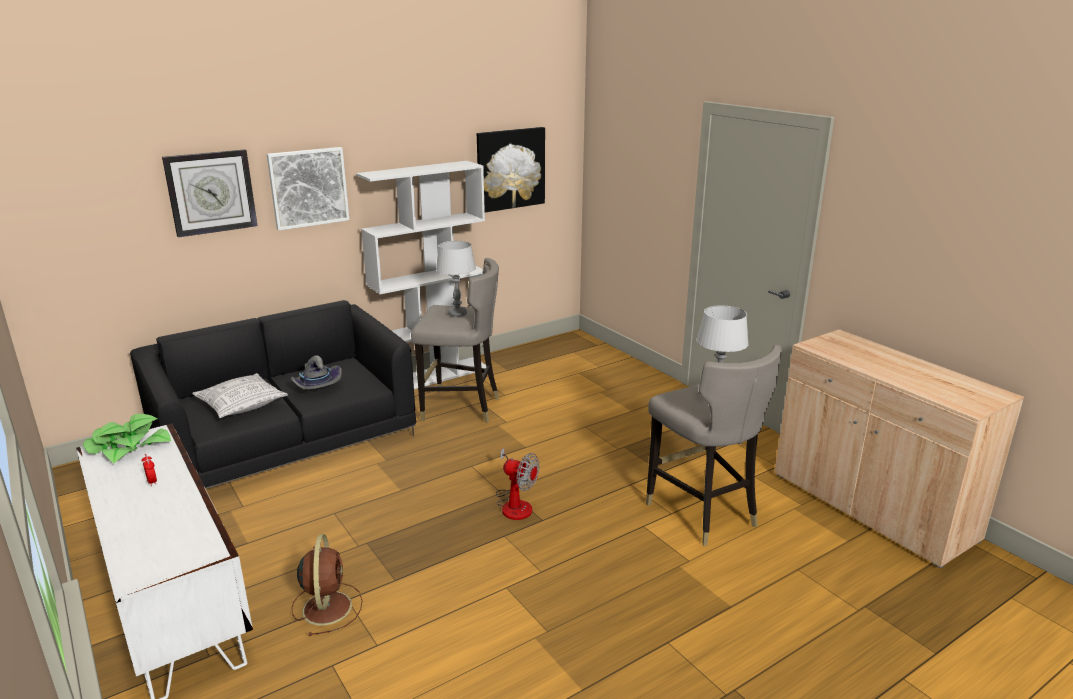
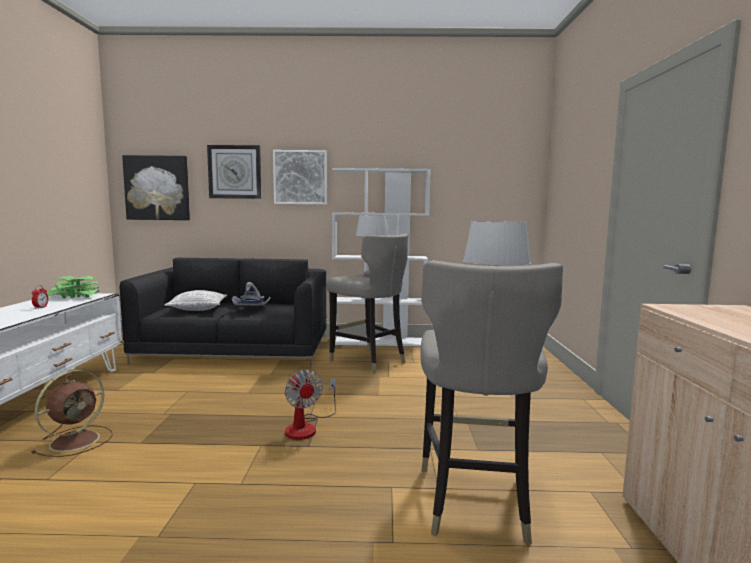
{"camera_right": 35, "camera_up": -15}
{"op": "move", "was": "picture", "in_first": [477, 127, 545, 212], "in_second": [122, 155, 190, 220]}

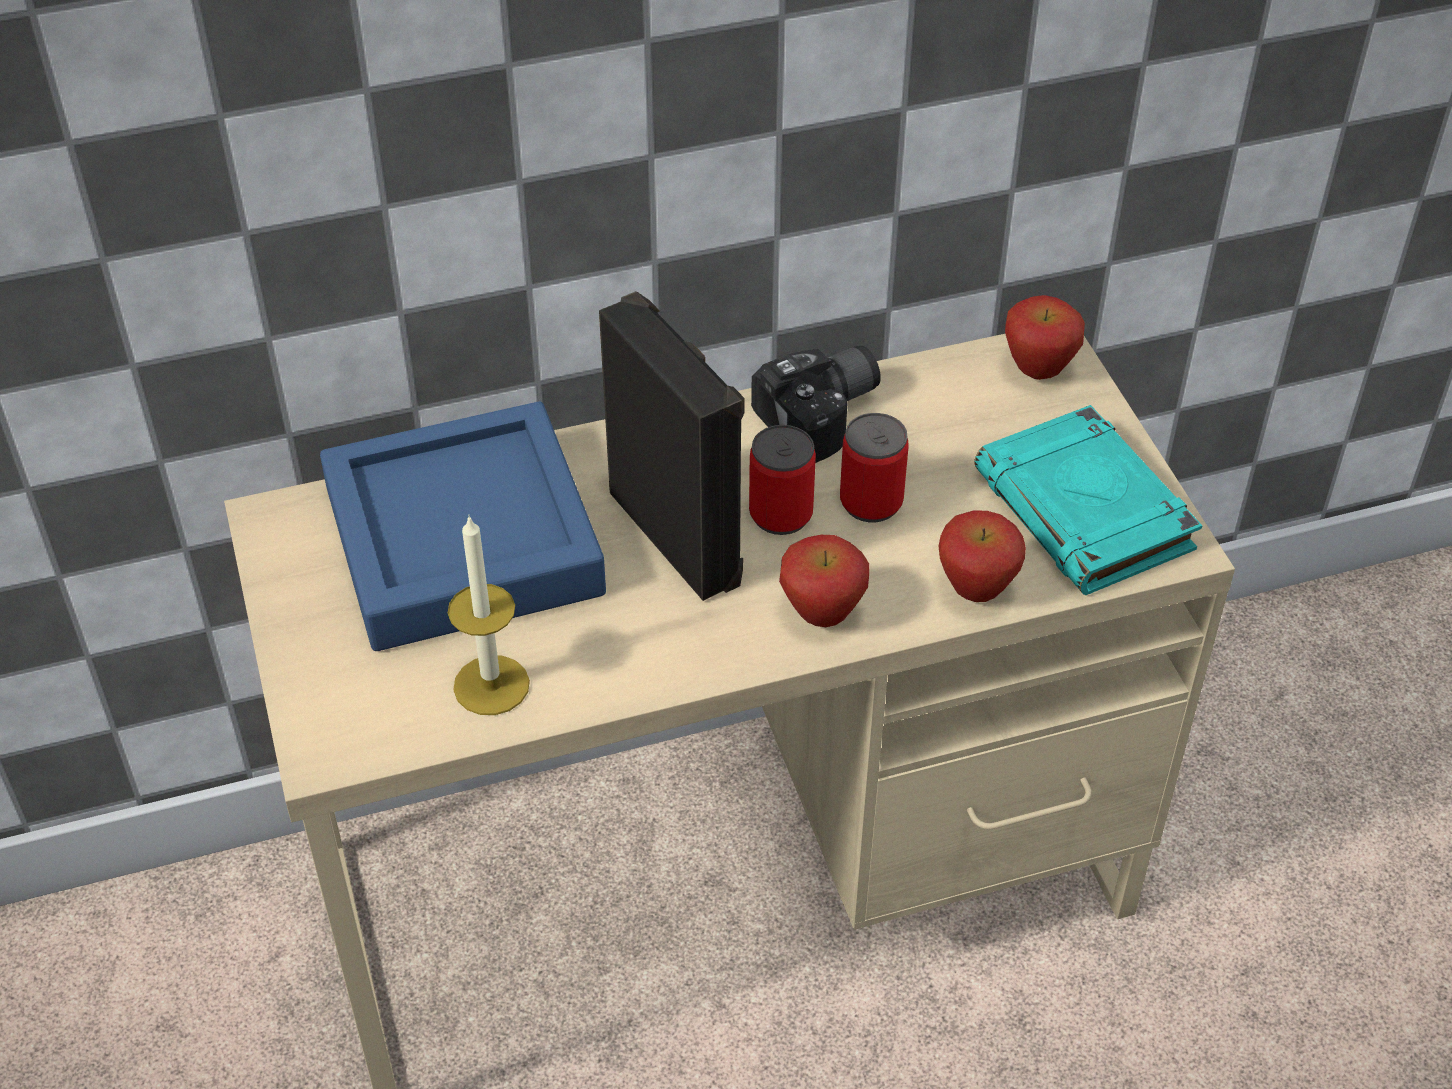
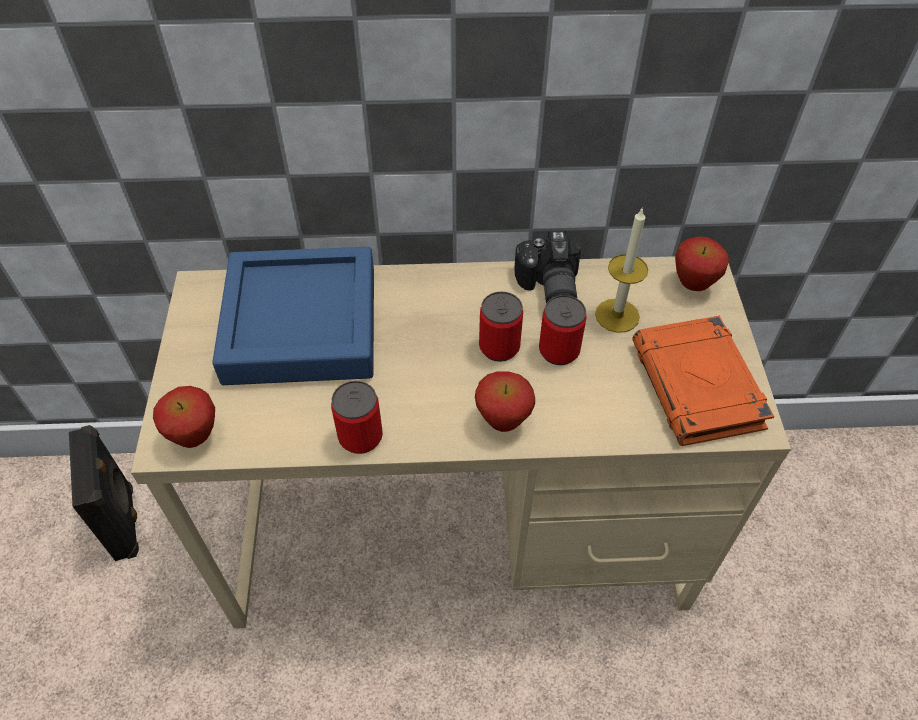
{"camera_right": 15, "camera_up": 5}
{"op": "insert", "now": "can", "in_second": [331, 381, 383, 454]}
{"op": "move", "was": "candle", "in_first": [448, 516, 530, 715], "in_second": [595, 207, 648, 333]}
{"op": "move", "was": "black speaker", "in_first": [599, 291, 745, 601], "in_second": [69, 425, 139, 561]}
{"op": "move", "was": "apple", "in_first": [938, 510, 1026, 602], "in_second": [153, 386, 215, 448]}
{"op": "recolor", "was": "turquoise book", "now": "orange book", "in_first": [974, 405, 1202, 595], "in_second": [632, 316, 774, 446]}
{"op": "rotate", "was": "photo camera", "in_first": [751, 346, 881, 463], "in_second": [514, 231, 581, 303], "clockwise": 105}

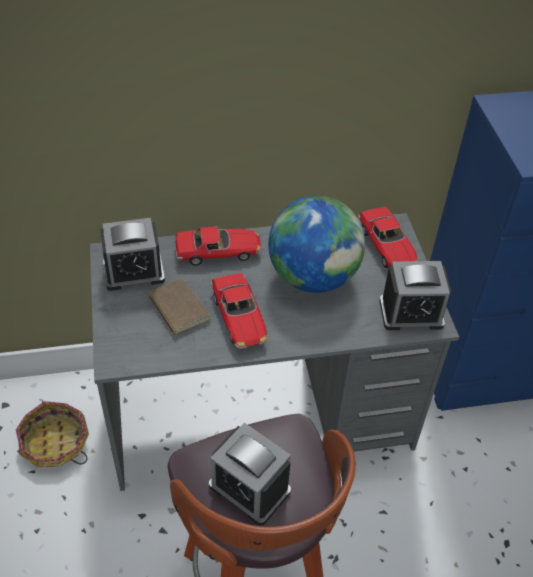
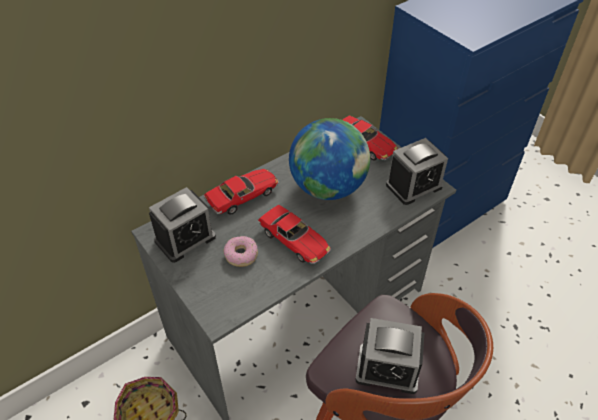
{"camera_right": -25, "camera_up": 0}
{"op": "replace", "was": "brown book", "now": "donut", "in_first": [148, 278, 211, 338], "in_second": [224, 236, 258, 267]}

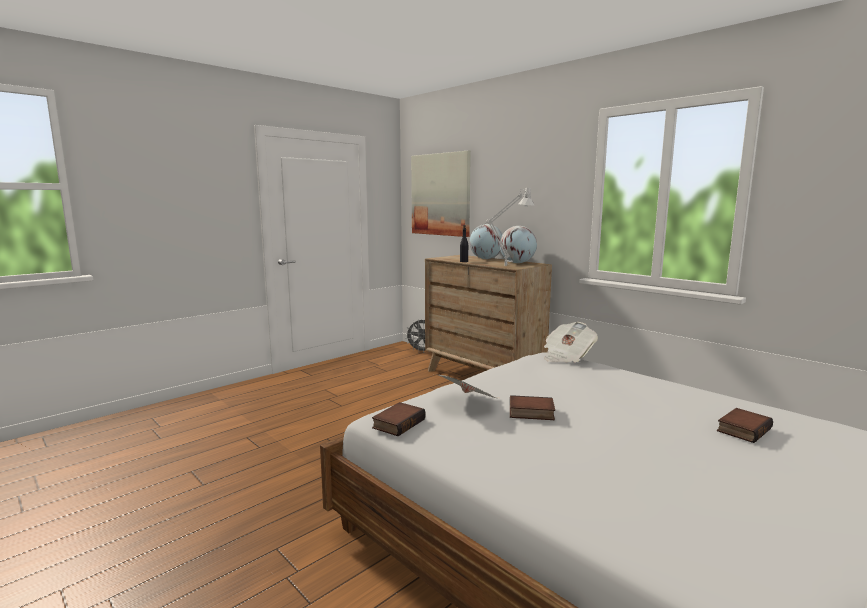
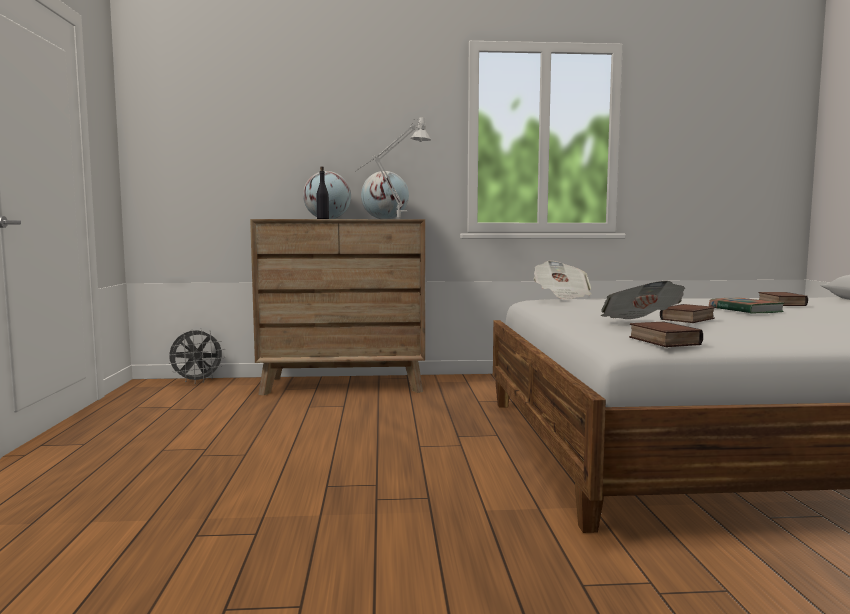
{"camera_right": -50, "camera_up": -5}
{"op": "delete", "was": "picture", "in_first": [411, 151, 471, 237]}
{"op": "insert", "now": "book", "in_second": [709, 298, 785, 314]}

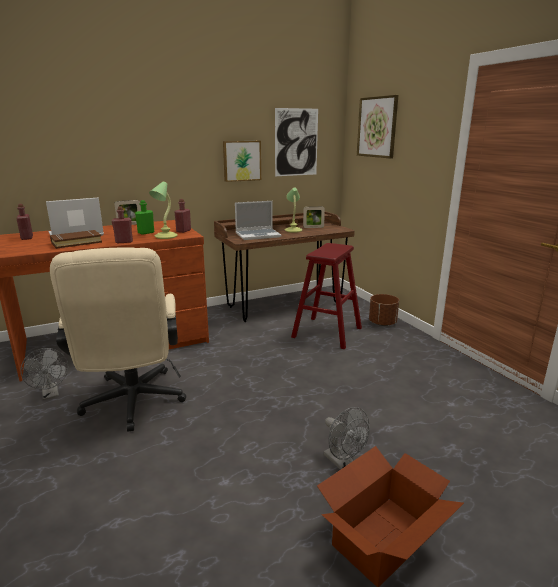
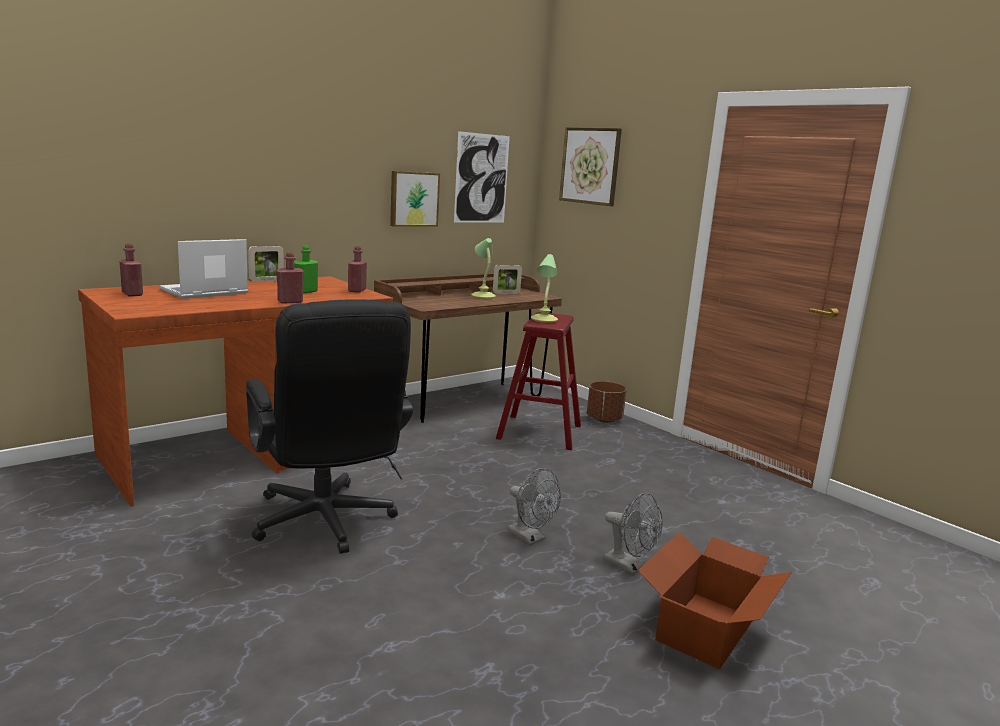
{"camera_right": -15, "camera_up": -5}
{"op": "delete", "was": "brown book", "in_first": [50, 230, 102, 249]}
{"op": "delete", "was": "laptop", "in_first": [235, 201, 282, 240]}
{"op": "move", "was": "grey fan", "in_first": [20, 348, 69, 400], "in_second": [507, 468, 561, 545]}
{"op": "move", "was": "table lamp", "in_first": [149, 182, 178, 239], "in_second": [531, 254, 558, 323]}
{"op": "recolor", "was": "beige office chair", "now": "black office chair", "in_first": [50, 247, 186, 432], "in_second": [246, 299, 413, 554]}

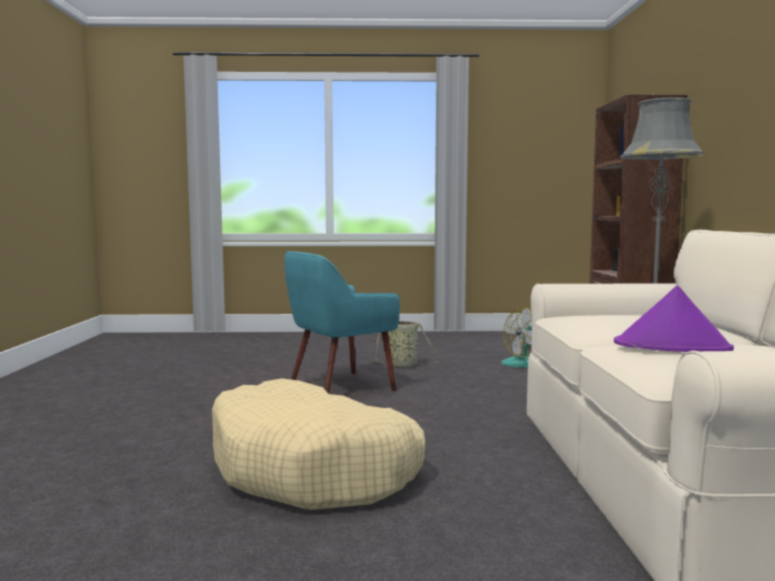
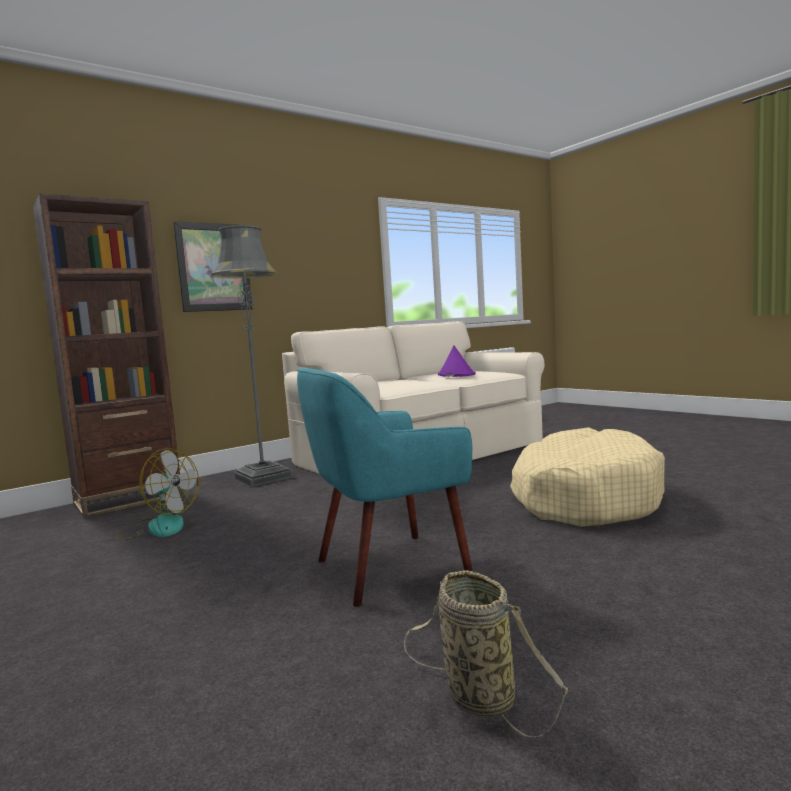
{"camera_right": -125, "camera_up": 0}
{"op": "insert", "now": "picture", "in_second": [173, 221, 253, 312]}
{"op": "move", "was": "basket", "in_first": [373, 321, 447, 367], "in_second": [404, 570, 568, 738]}
{"op": "rotate", "was": "turquoise armchair", "in_first": [284, 251, 400, 394], "in_second": [297, 368, 473, 607], "clockwise": 135}

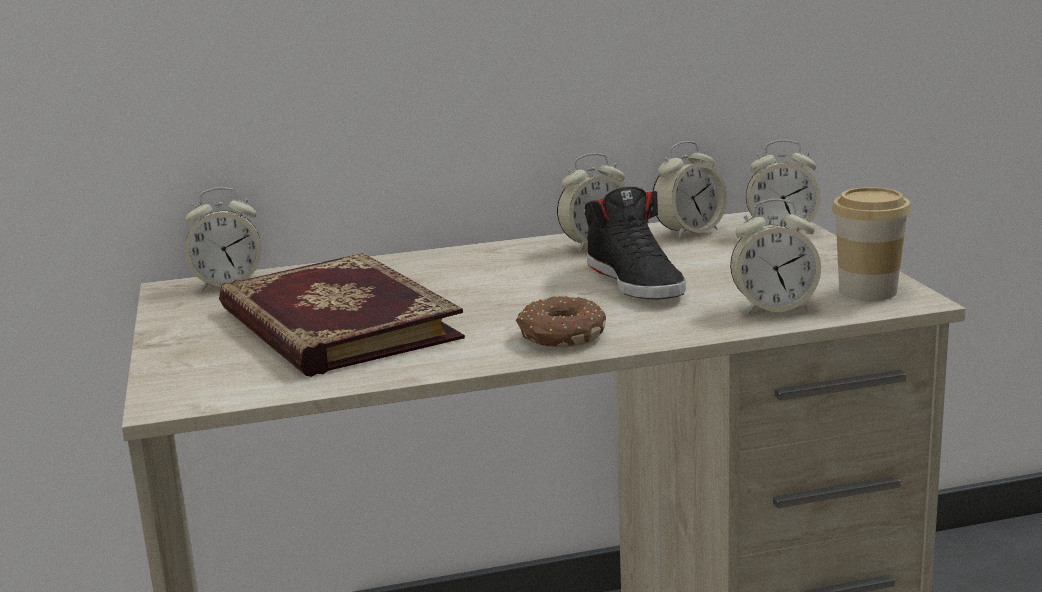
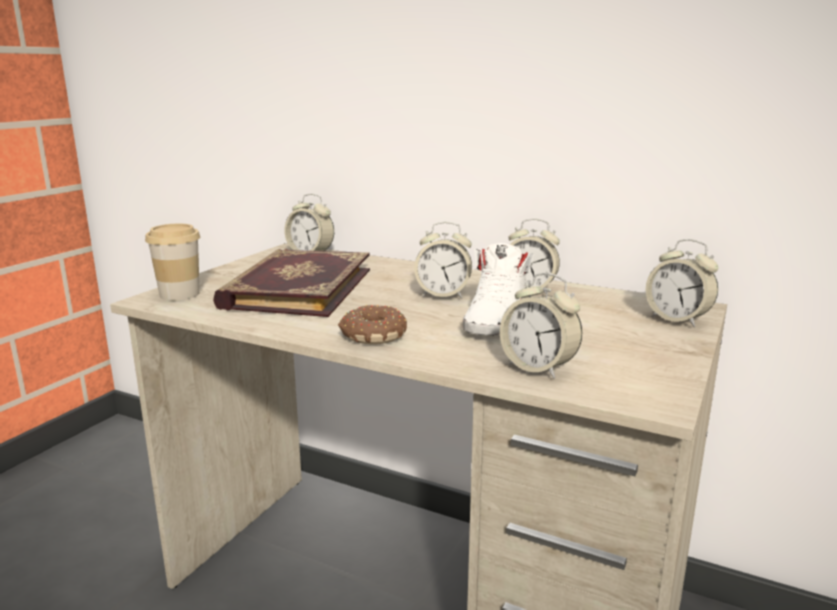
{"camera_right": 40, "camera_up": 0}
{"op": "move", "was": "alarm clock", "in_first": [652, 141, 727, 239], "in_second": [414, 222, 472, 298]}
{"op": "move", "was": "cup", "in_first": [832, 187, 911, 301], "in_second": [145, 224, 200, 301]}
{"op": "recolor", "was": "black shoe", "now": "white shoe", "in_first": [585, 187, 686, 299], "in_second": [463, 243, 534, 336]}

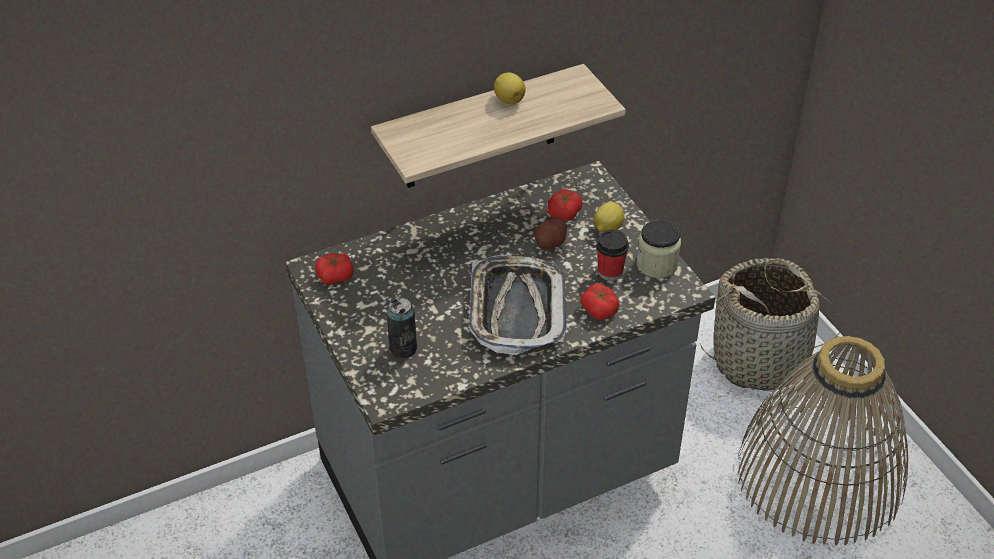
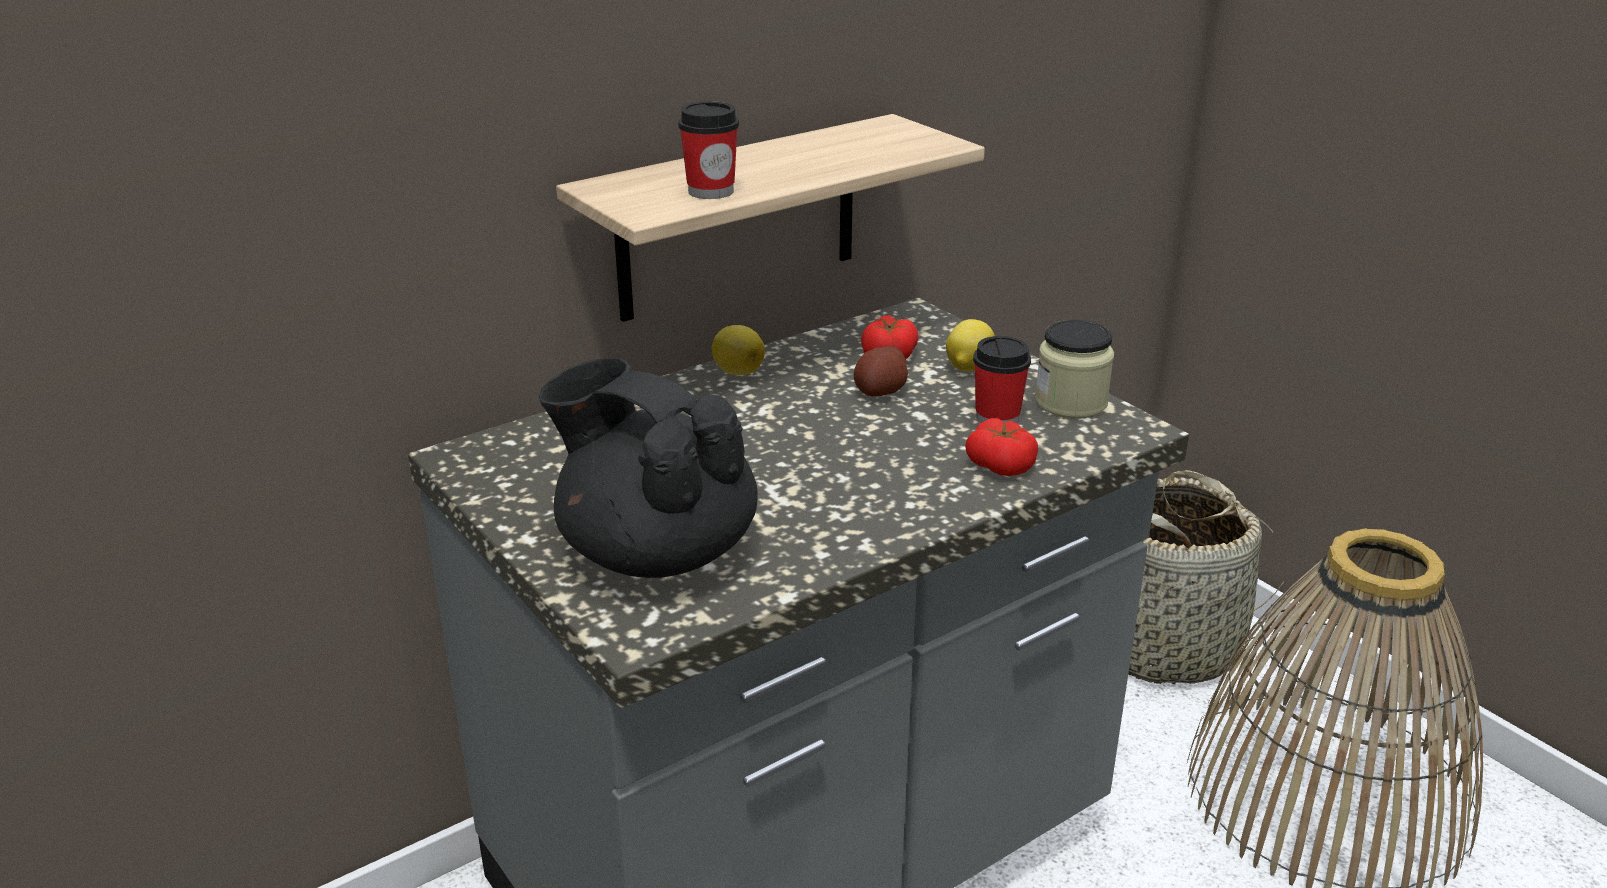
{"camera_right": -10, "camera_up": -15}
{"op": "delete", "was": "tomato", "in_first": [315, 253, 354, 284]}
{"op": "delete", "was": "tray", "in_first": [469, 255, 567, 355]}
{"op": "insert", "now": "cup", "in_second": [678, 101, 739, 199]}
{"op": "move", "was": "lemon", "in_first": [494, 72, 526, 104], "in_second": [712, 325, 765, 376]}
{"op": "replace", "was": "can", "now": "black teapot", "in_first": [386, 298, 417, 358], "in_second": [539, 358, 758, 578]}

